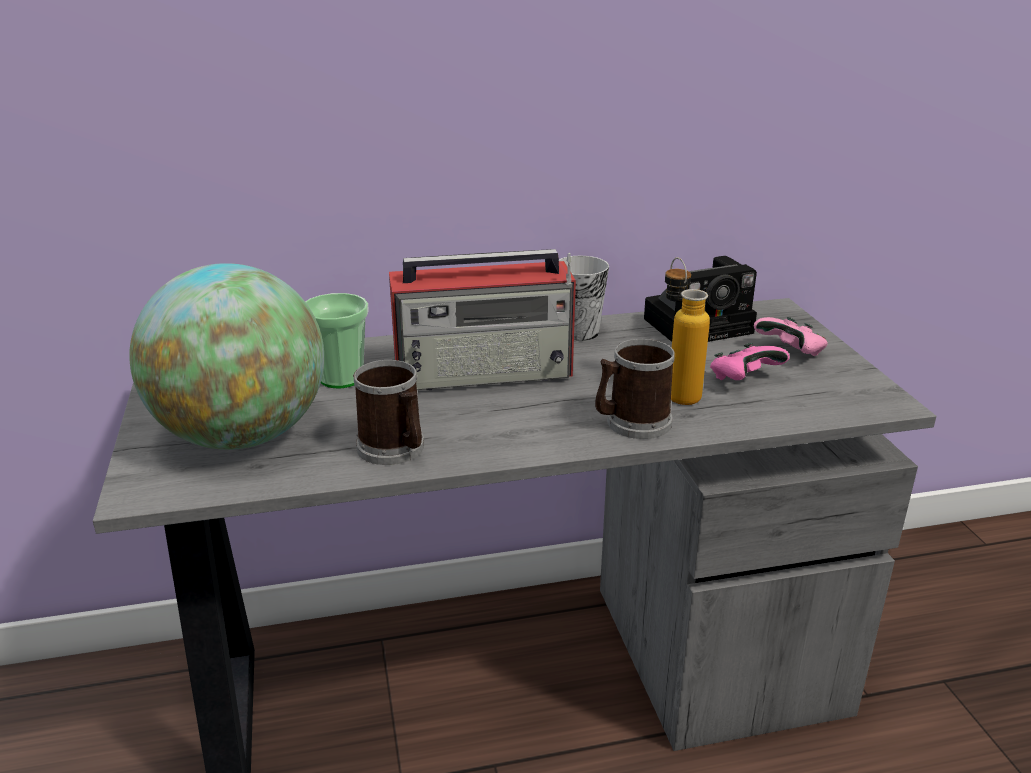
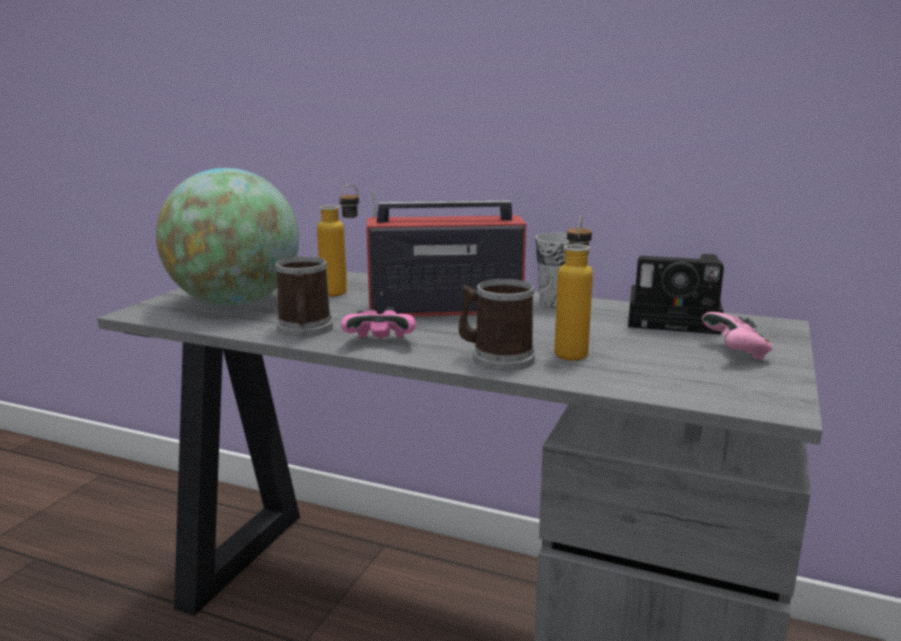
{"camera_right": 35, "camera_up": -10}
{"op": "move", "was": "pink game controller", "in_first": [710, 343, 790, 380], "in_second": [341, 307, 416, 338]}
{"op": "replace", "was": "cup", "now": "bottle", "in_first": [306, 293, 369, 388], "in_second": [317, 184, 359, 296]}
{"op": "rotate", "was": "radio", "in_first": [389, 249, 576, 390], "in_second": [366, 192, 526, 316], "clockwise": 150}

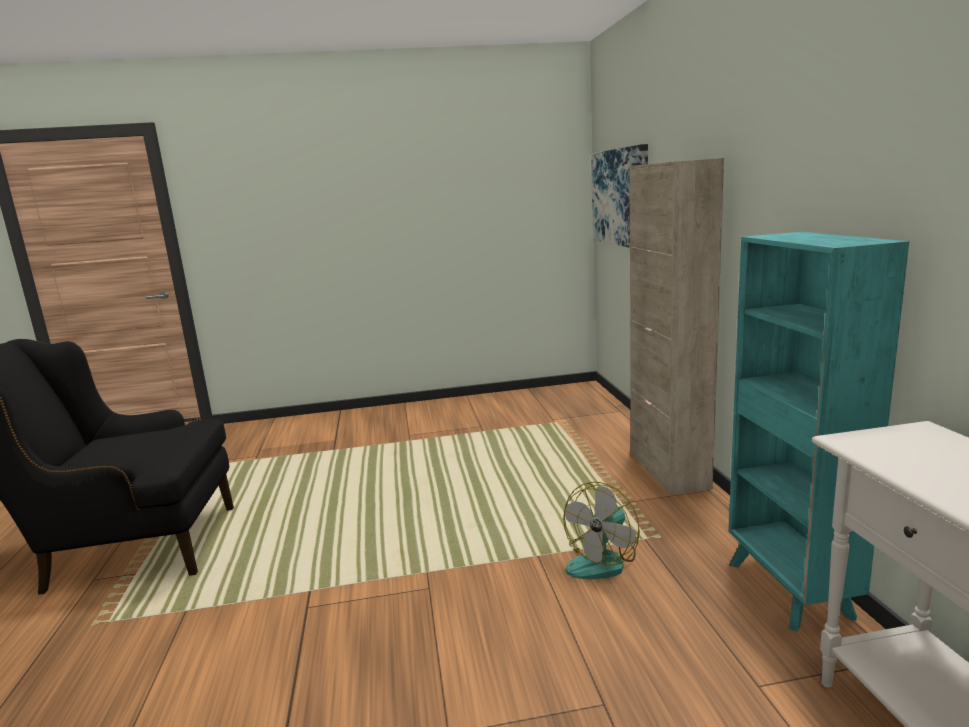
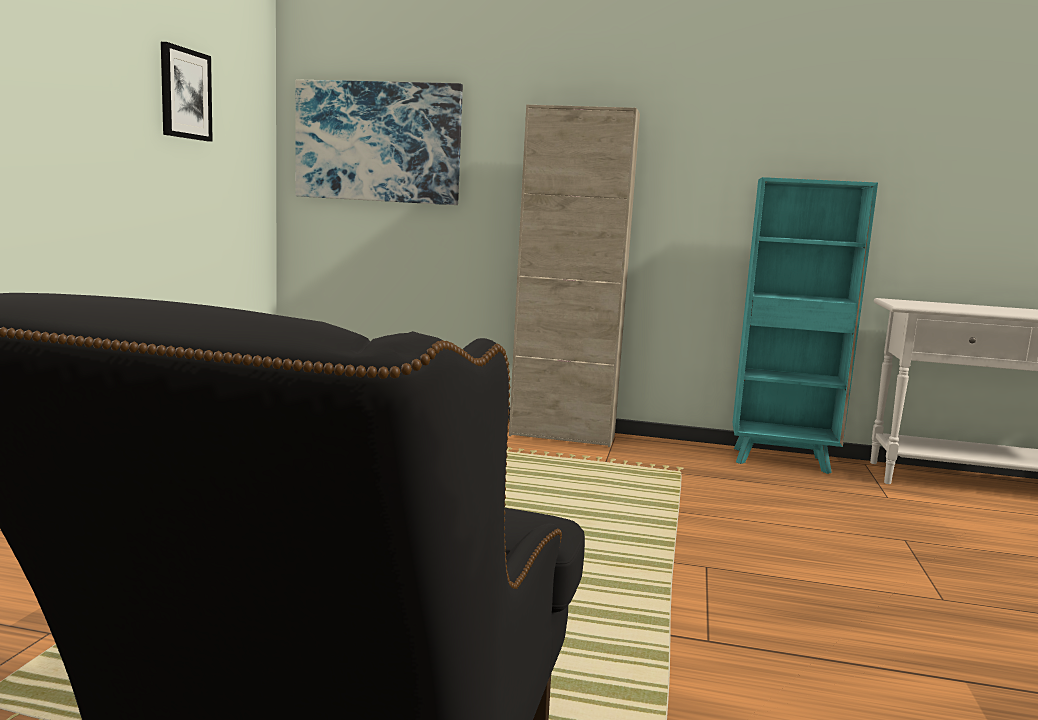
{"camera_right": -70, "camera_up": -5}
{"op": "delete", "was": "fan", "in_first": [563, 482, 640, 579]}
{"op": "insert", "now": "picture", "in_second": [161, 42, 213, 142]}

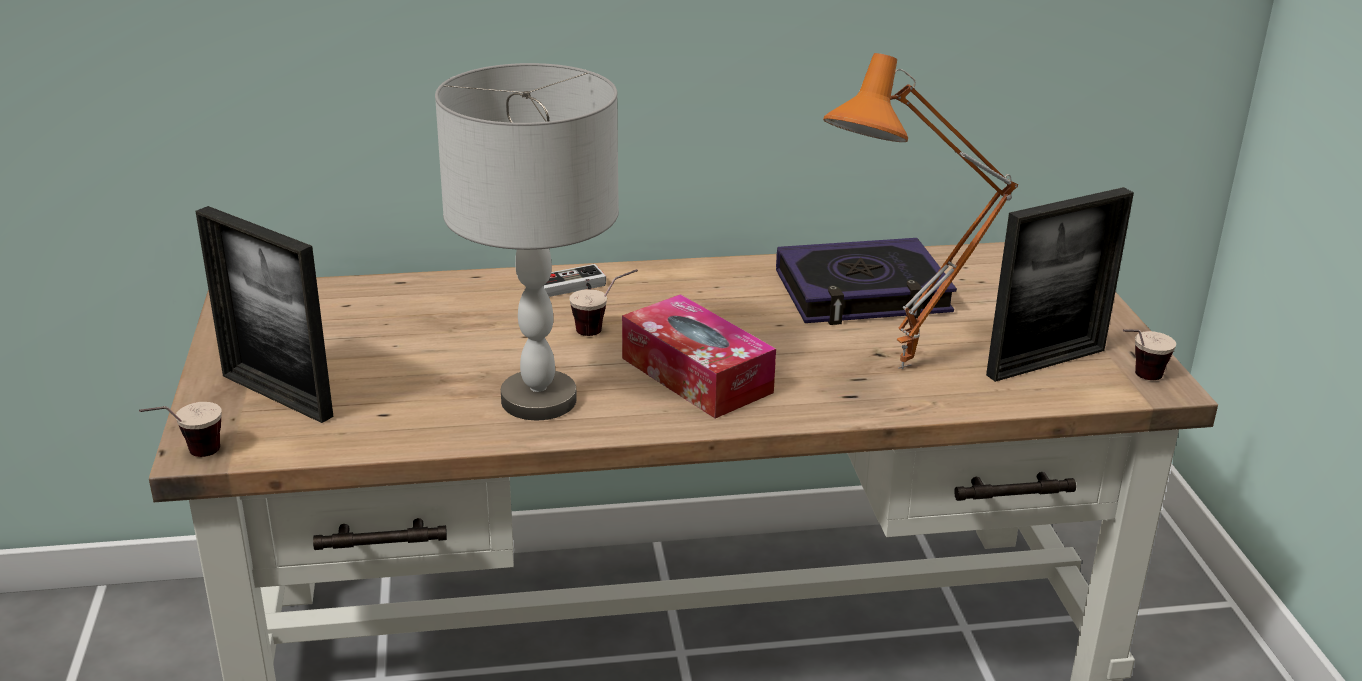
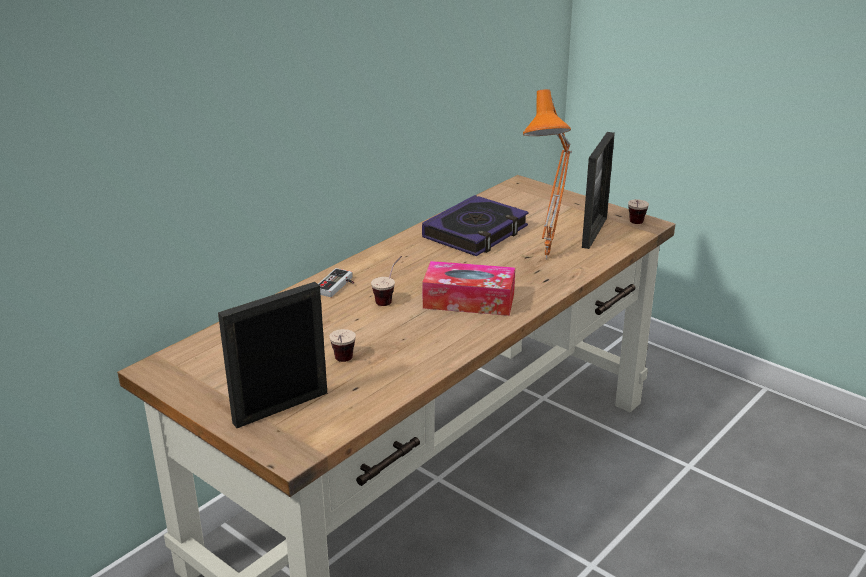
{"camera_right": -40, "camera_up": 0}
{"op": "delete", "was": "grey table lamp", "in_first": [435, 63, 619, 420]}
{"op": "move", "was": "cup", "in_first": [139, 402, 222, 457], "in_second": [329, 329, 356, 362]}
{"op": "rotate", "was": "picture frame", "in_first": [195, 206, 334, 423], "in_second": [218, 282, 327, 428], "clockwise": 150}

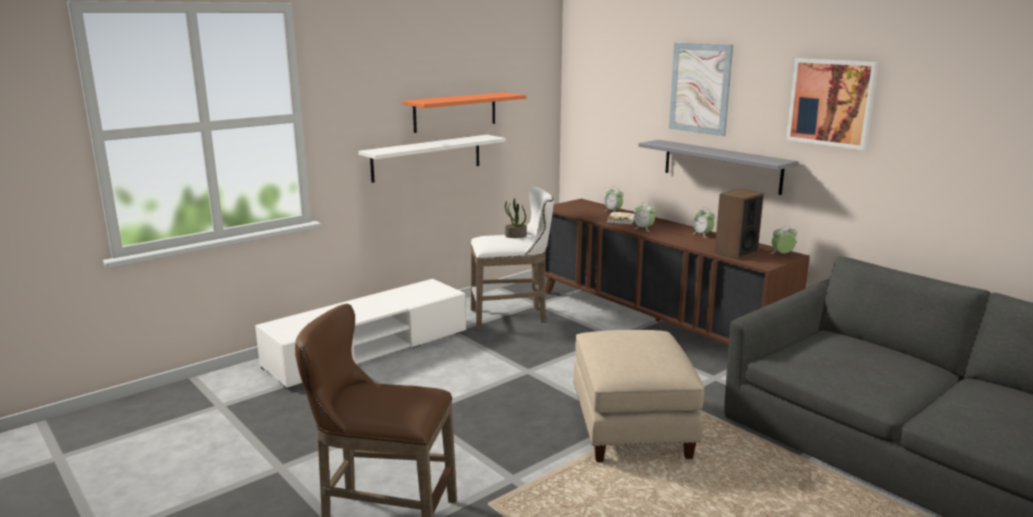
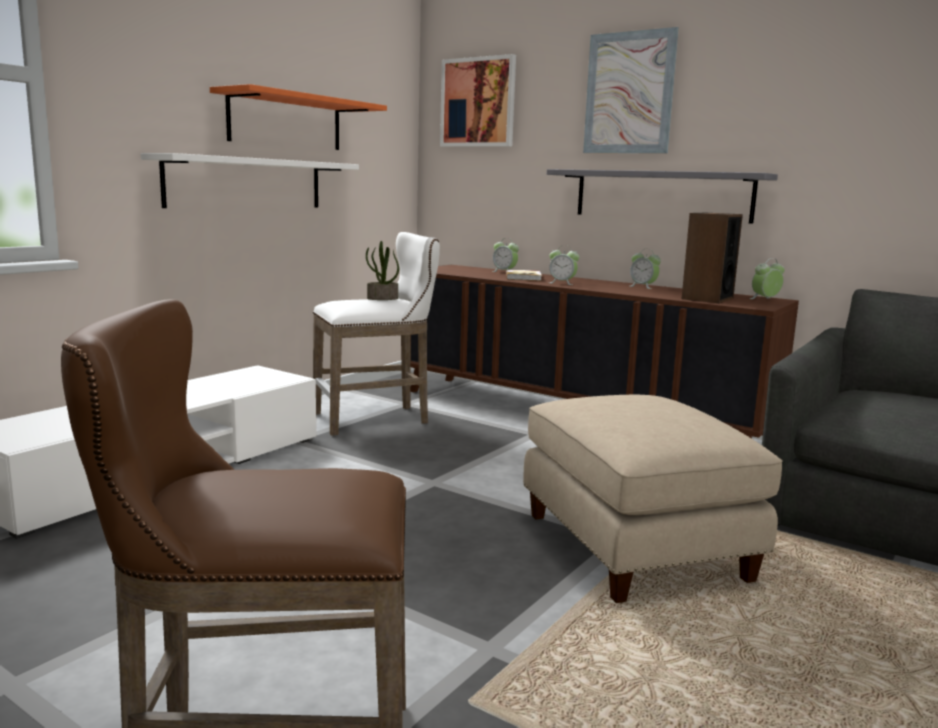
{"camera_right": -15, "camera_up": -5}
{"op": "move", "was": "picture", "in_first": [786, 58, 879, 150], "in_second": [440, 54, 516, 147]}

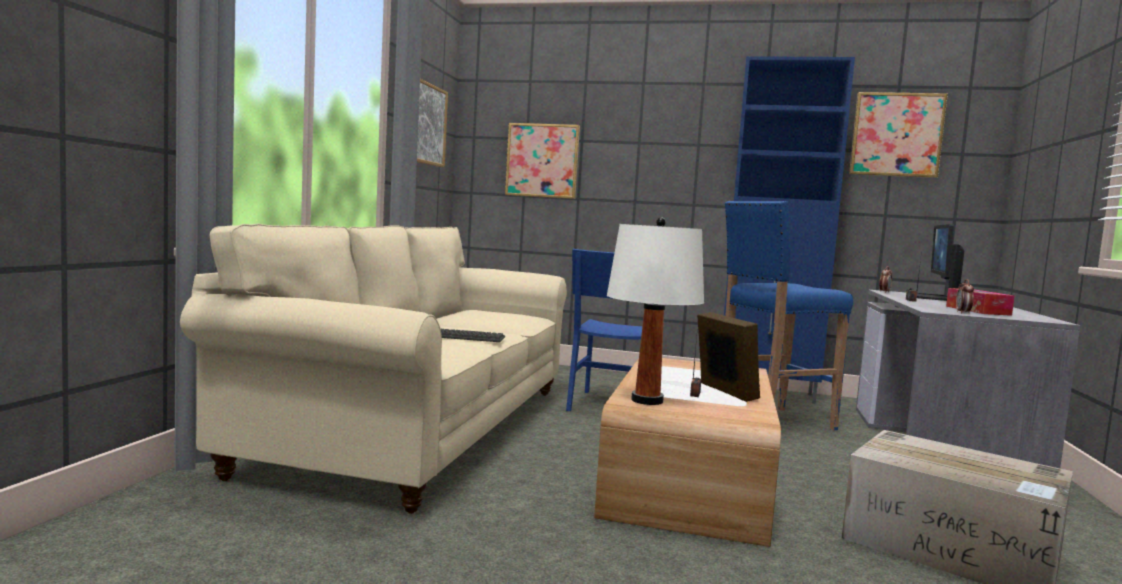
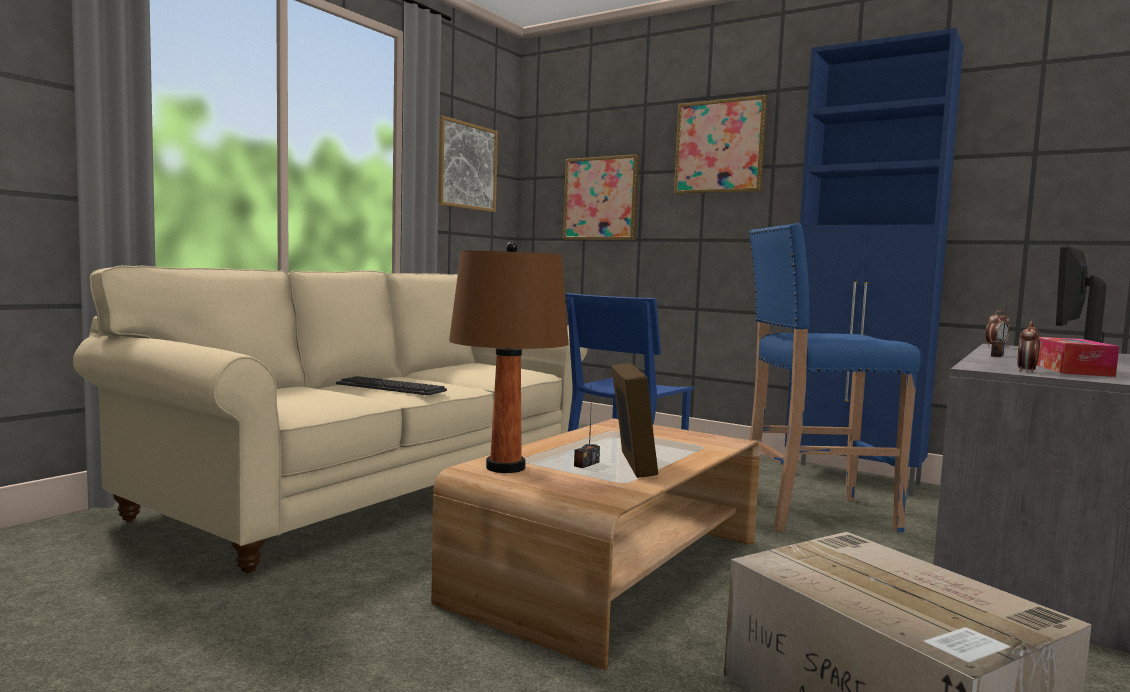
{"camera_right": 20, "camera_up": 0}
{"op": "move", "was": "picture", "in_first": [849, 92, 948, 178], "in_second": [674, 95, 767, 194]}
{"op": "recolor", "was": "white table lamp", "now": "brown table lamp", "in_first": [607, 217, 704, 405], "in_second": [449, 242, 569, 473]}

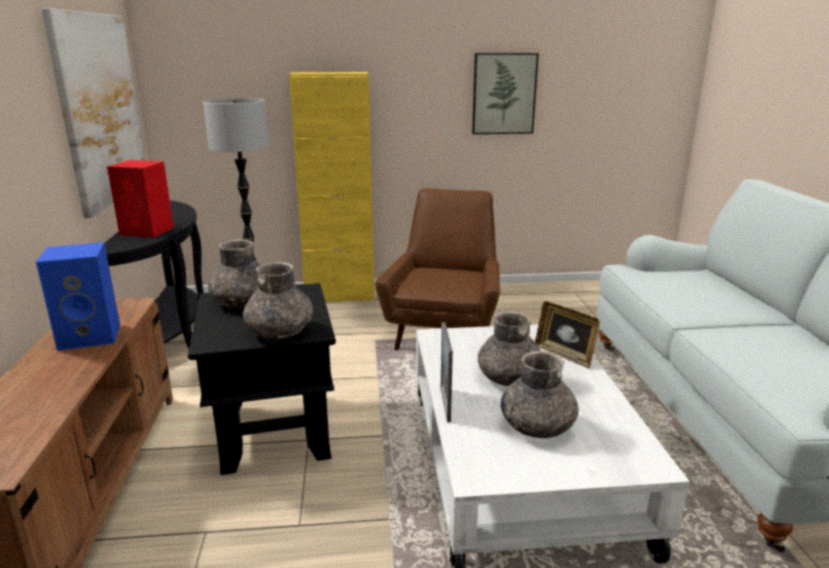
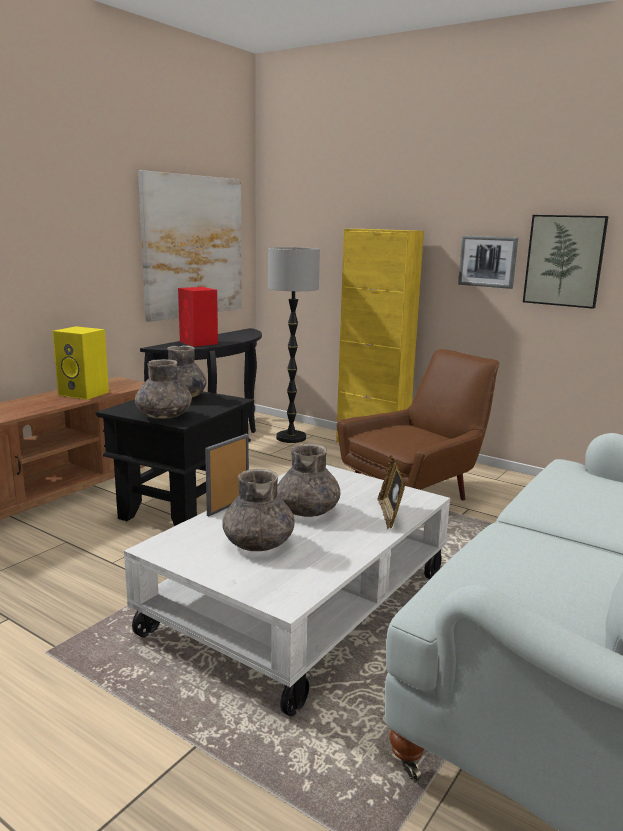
{"camera_right": 40, "camera_up": -5}
{"op": "insert", "now": "picture", "in_second": [458, 236, 518, 289]}
{"op": "recolor", "was": "blue speaker", "now": "yellow speaker", "in_first": [36, 242, 120, 351], "in_second": [52, 326, 109, 400]}

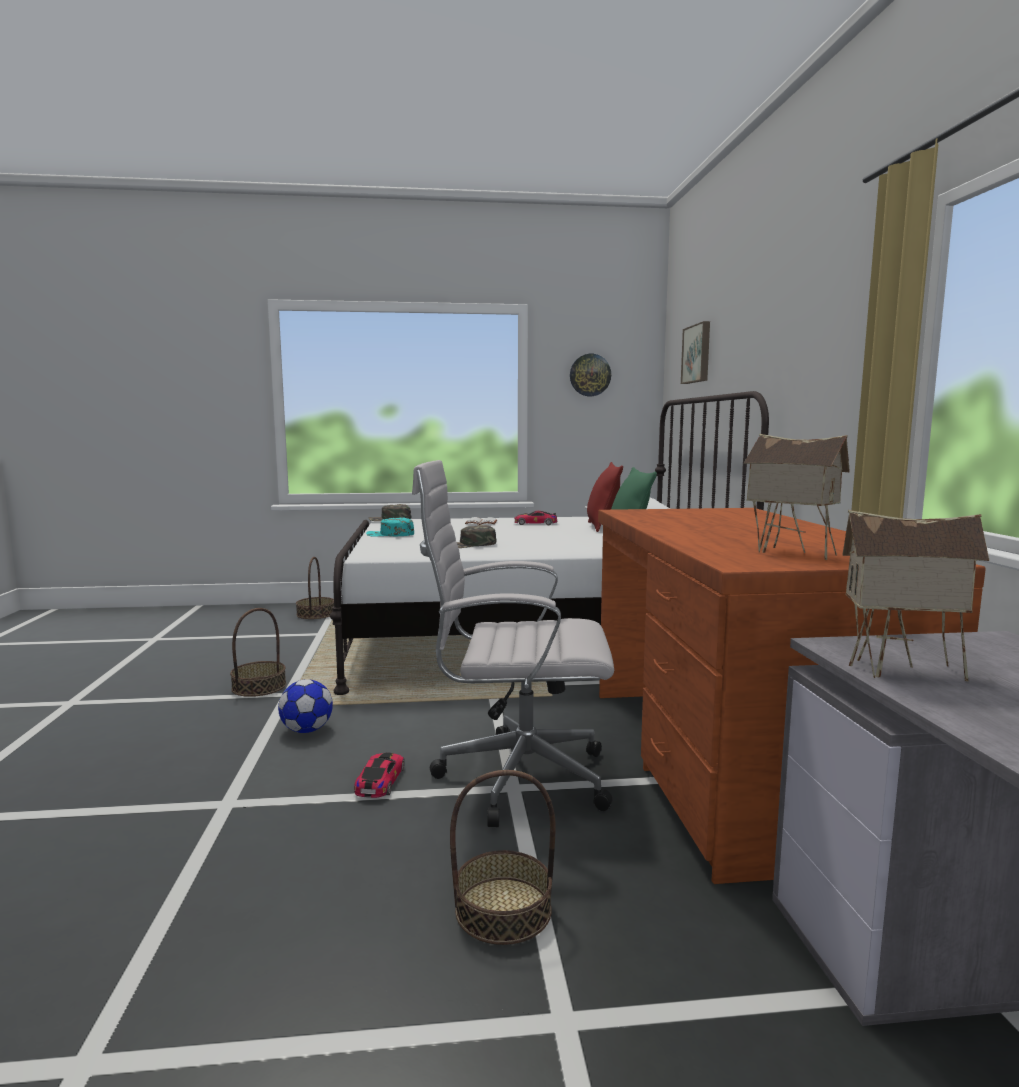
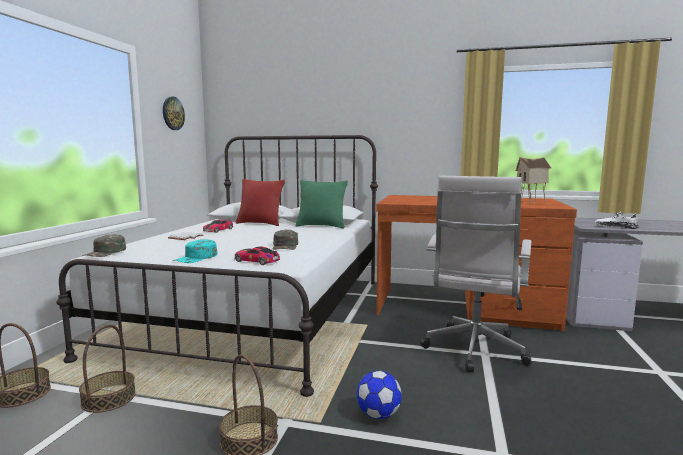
{"camera_right": -70, "camera_up": 0}
{"op": "delete", "was": "picture", "in_first": [681, 321, 710, 384]}
{"op": "move", "was": "toy car", "in_first": [354, 753, 405, 798], "in_second": [234, 246, 280, 265]}
{"op": "move", "was": "basket", "in_first": [450, 770, 556, 945], "in_second": [79, 324, 136, 413]}
{"op": "replace", "was": "toy house", "now": "white shoe", "in_first": [842, 510, 989, 681], "in_second": [595, 211, 639, 229]}

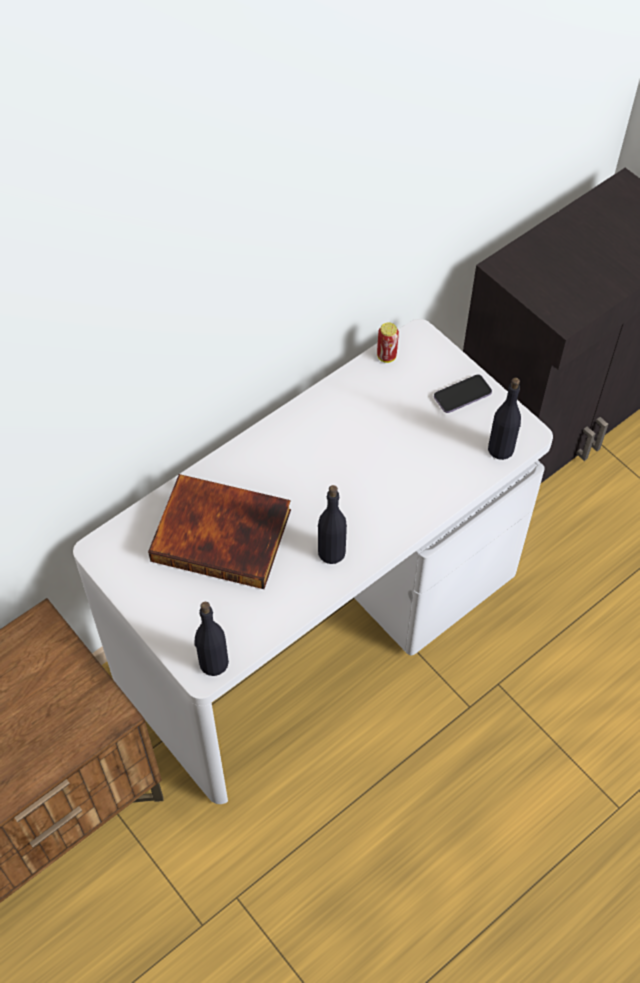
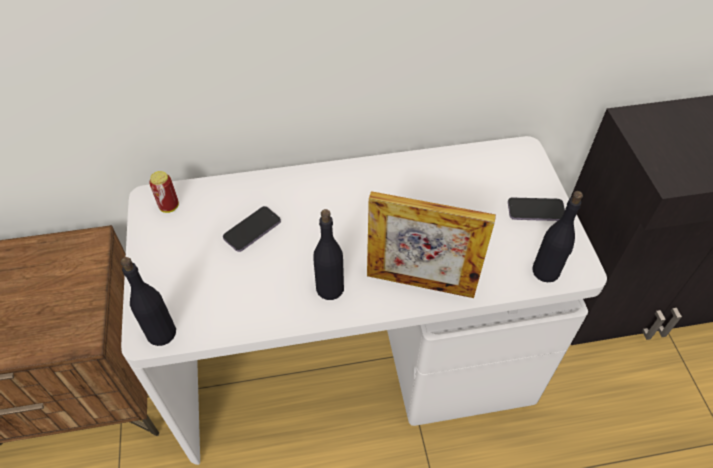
{"camera_right": 30, "camera_up": -5}
{"op": "insert", "now": "picture frame", "in_second": [367, 191, 496, 298]}
{"op": "move", "was": "can", "in_first": [377, 322, 399, 363], "in_second": [149, 171, 179, 213]}
{"op": "replace", "was": "book", "now": "phone", "in_first": [148, 474, 291, 589], "in_second": [223, 206, 281, 252]}

